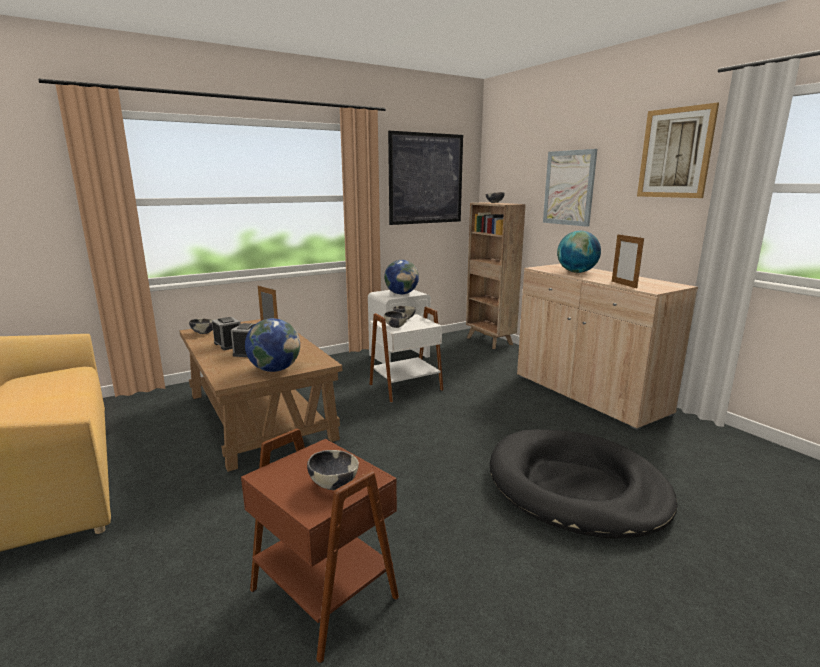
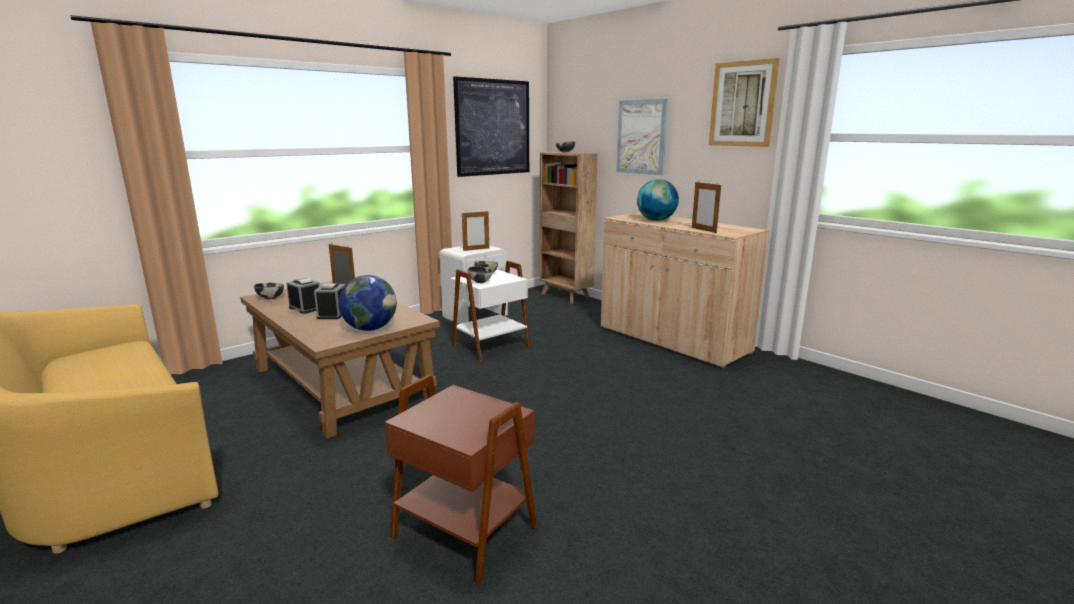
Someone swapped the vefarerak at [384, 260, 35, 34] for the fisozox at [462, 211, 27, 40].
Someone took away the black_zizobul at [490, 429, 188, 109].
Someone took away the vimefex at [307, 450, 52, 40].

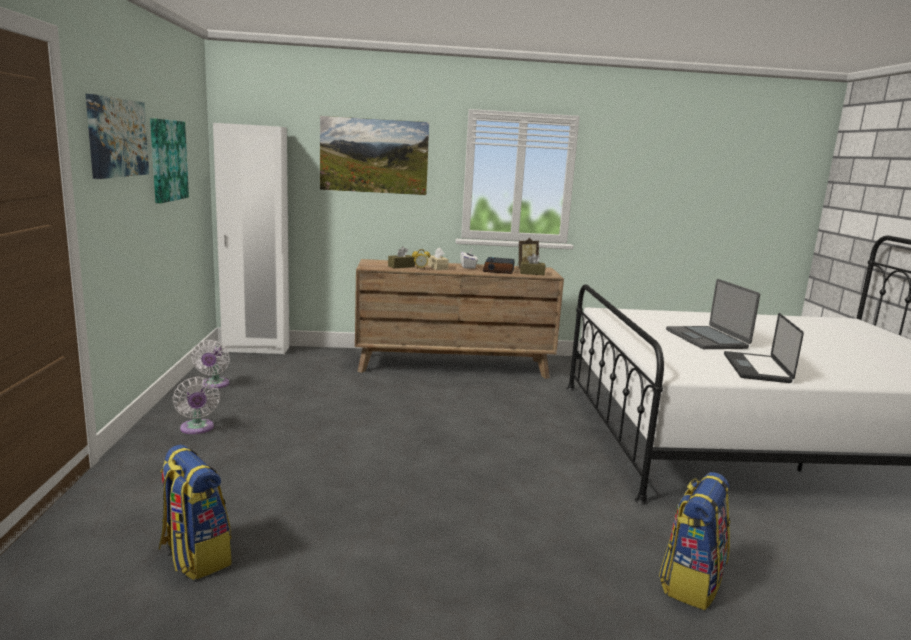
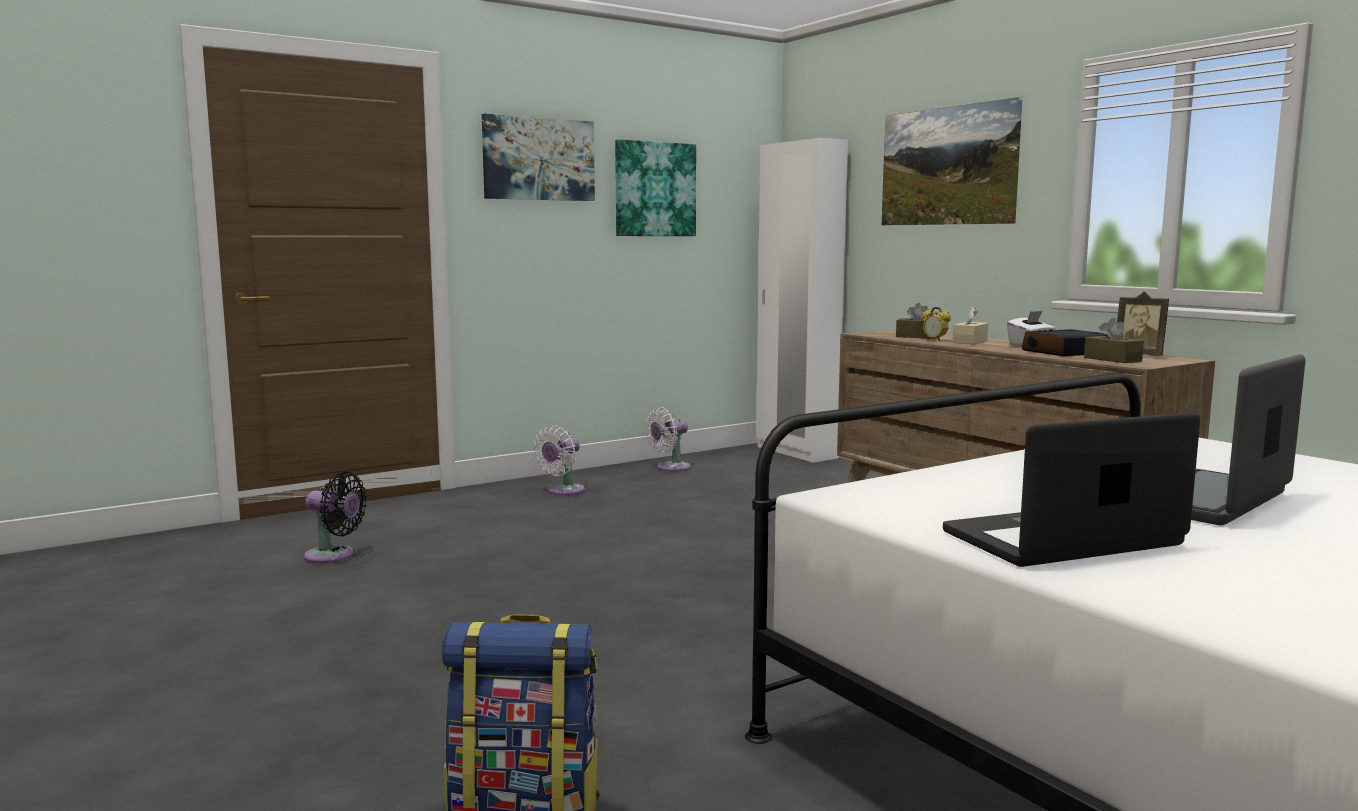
Someone swapped the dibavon at [159, 445, 73, 135] for the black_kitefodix at [304, 471, 63, 93].

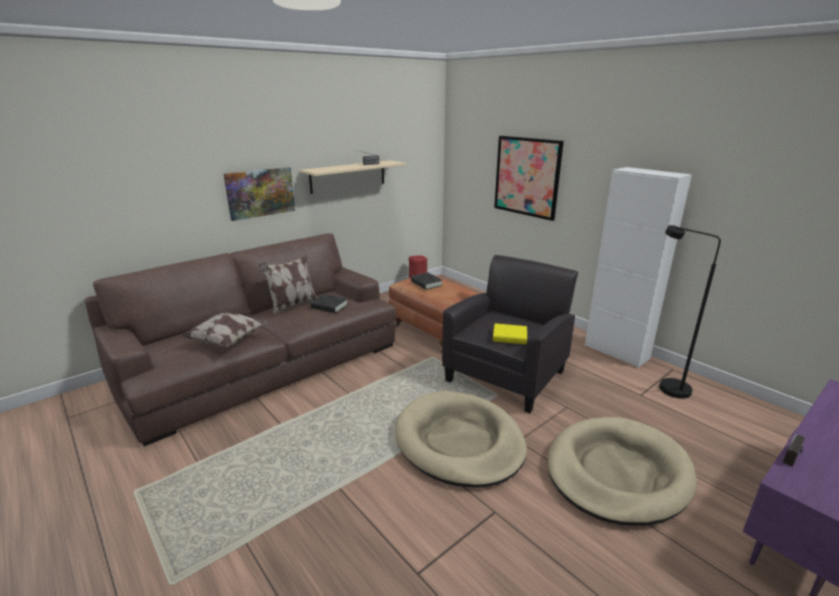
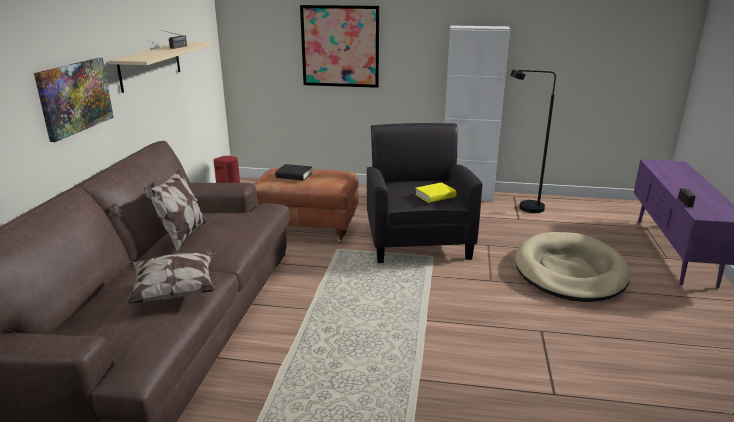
Someone took away the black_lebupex at [311, 294, 37, 19].
Someone took away the beige_zizobul at [395, 391, 132, 96].

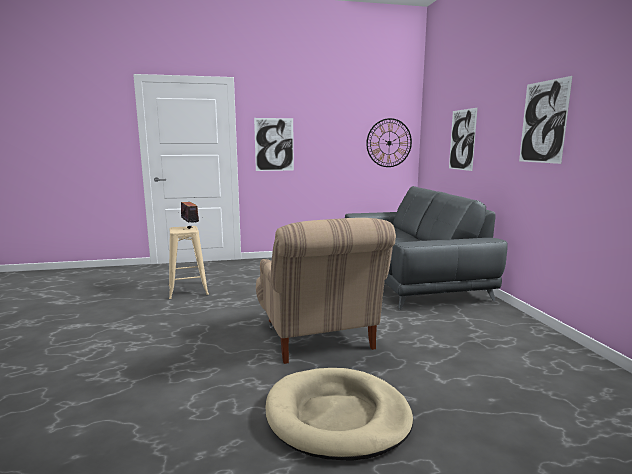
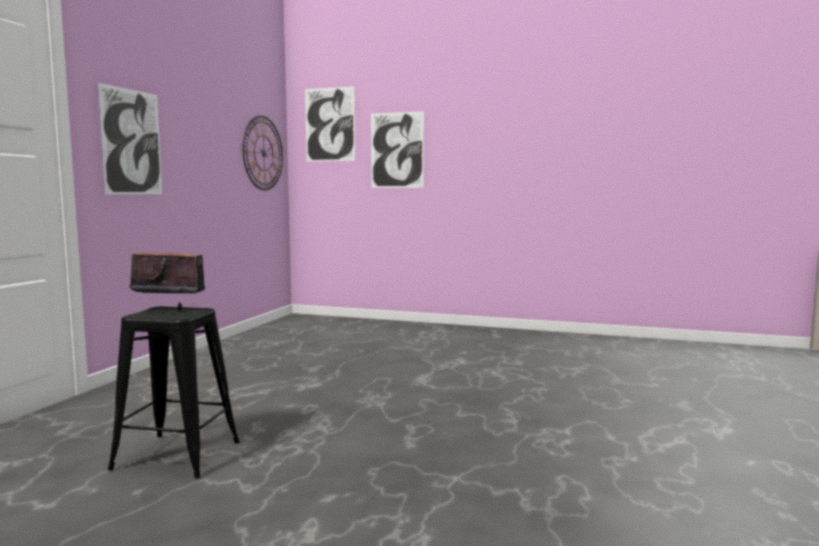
Someone carried the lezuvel from [519, 76, 54, 88] to [305, 86, 50, 76].
Someone took away the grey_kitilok at [345, 186, 163, 123].
Someone took away the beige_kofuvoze at [256, 218, 140, 146].
Someone repainted the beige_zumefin at [169, 226, 40, 73], which became the black_zumefin at [107, 306, 133, 172].
Someone took away the beige_zizobul at [266, 368, 147, 93].

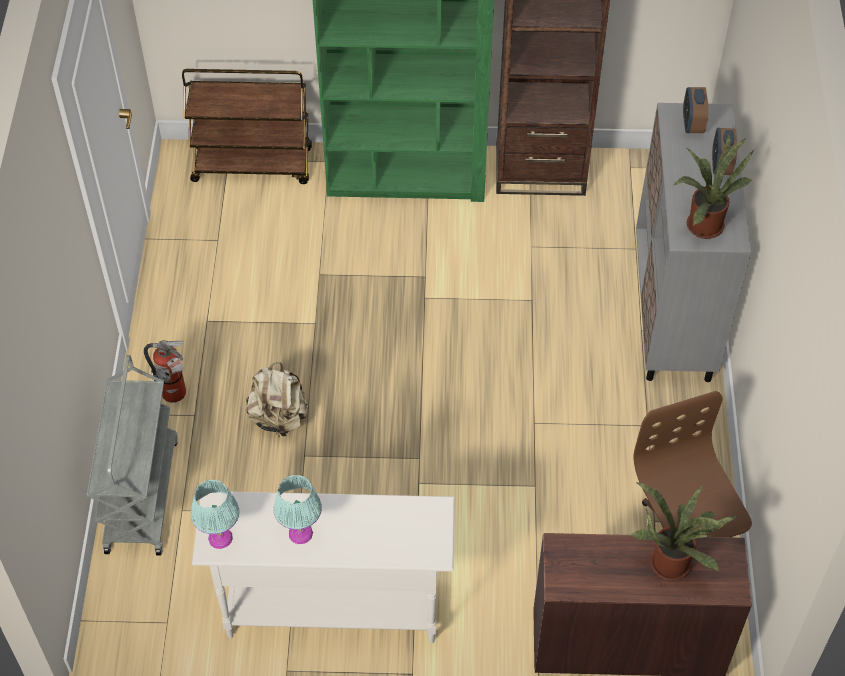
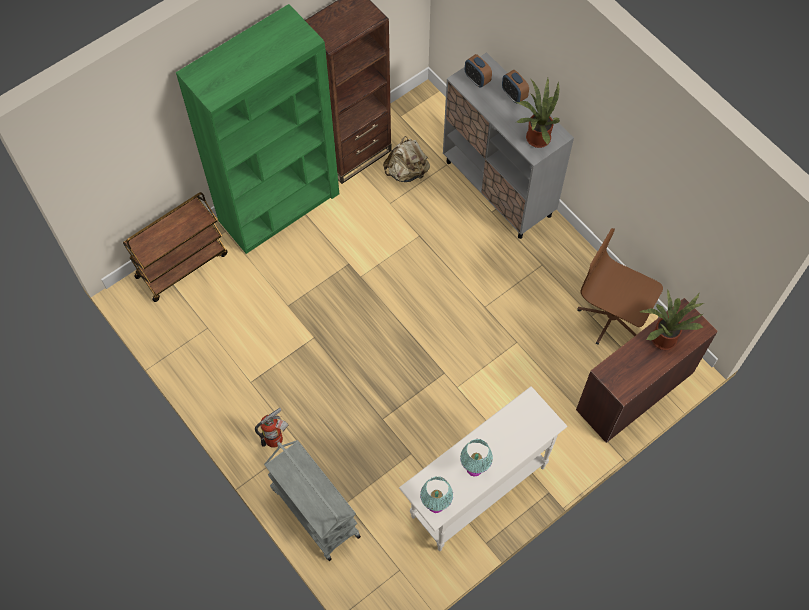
Someone carried the beige_dibavon from [246, 362, 62, 74] to [383, 136, 47, 46].

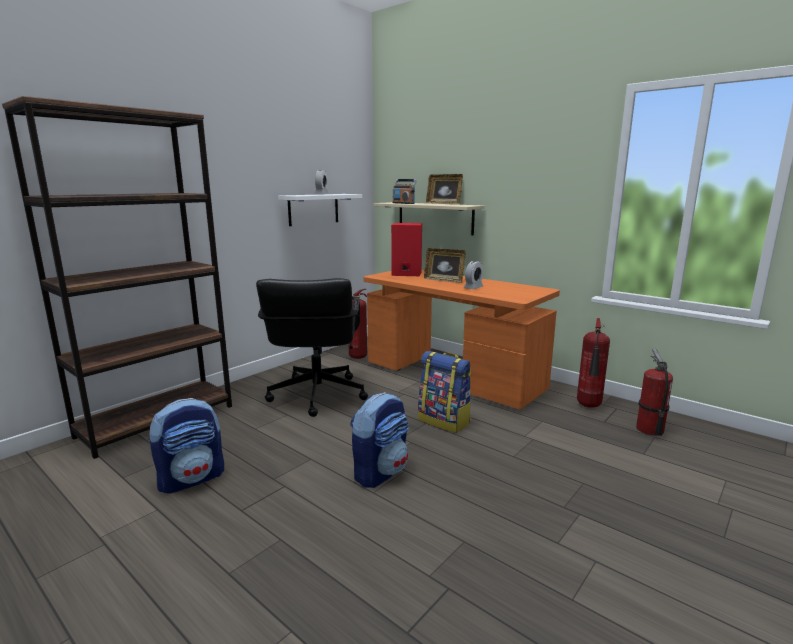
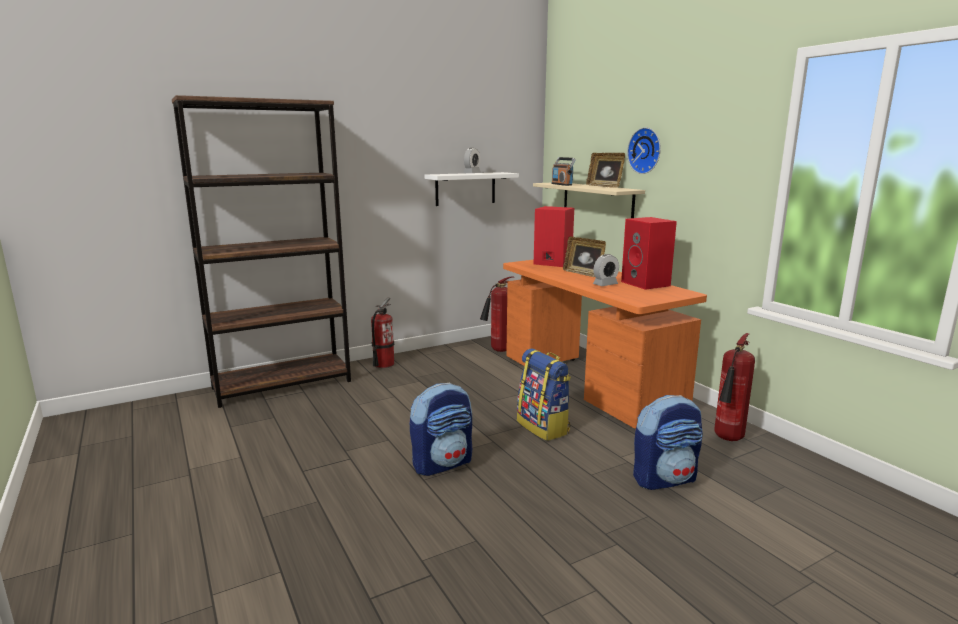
Someone took away the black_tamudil at [256, 278, 112, 139].
Someone carried the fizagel from [636, 348, 37, 88] to [371, 297, 23, 71].
Someone carried the dibavon from [149, 398, 75, 96] to [633, 395, 70, 95].
Someone put up the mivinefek at [627, 127, 34, 47].
Someone put down the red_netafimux at [621, 217, 56, 73].

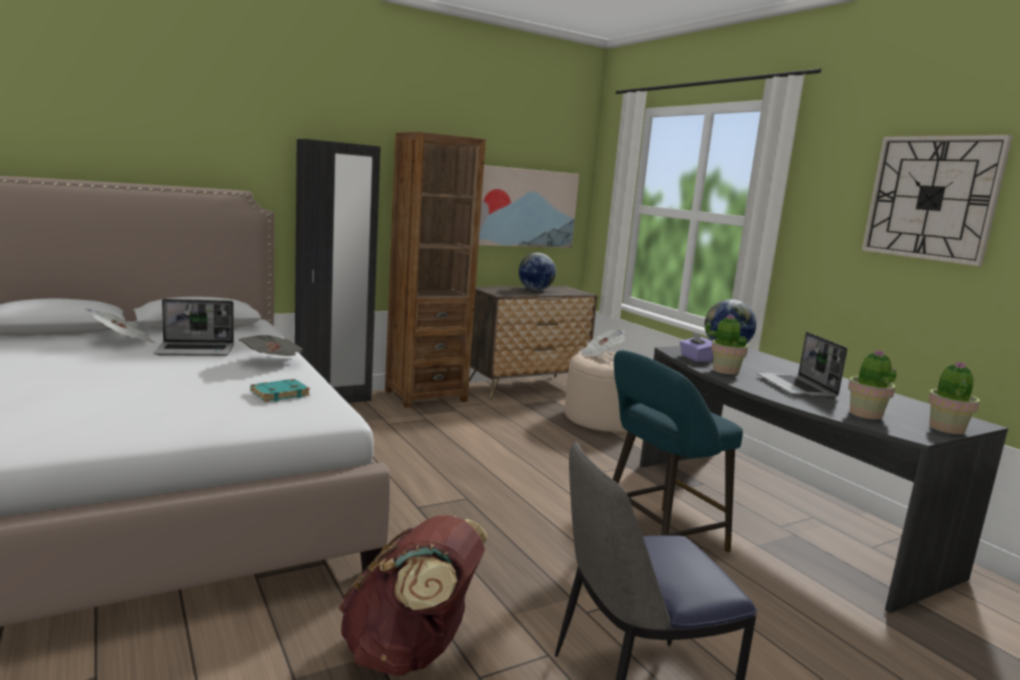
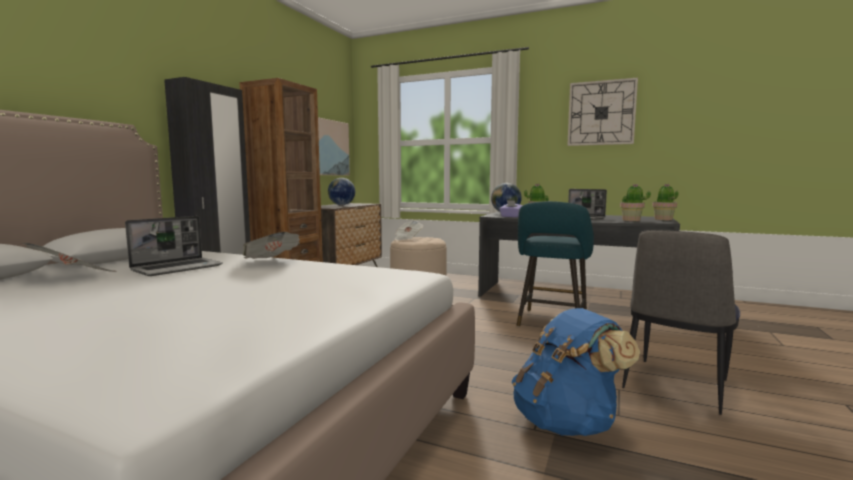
Someone took away the turquoise_lebupex at [251, 379, 59, 23].
Someone repainted the brown_dibavon at [339, 515, 149, 161], which became the blue_dibavon at [512, 308, 128, 128].

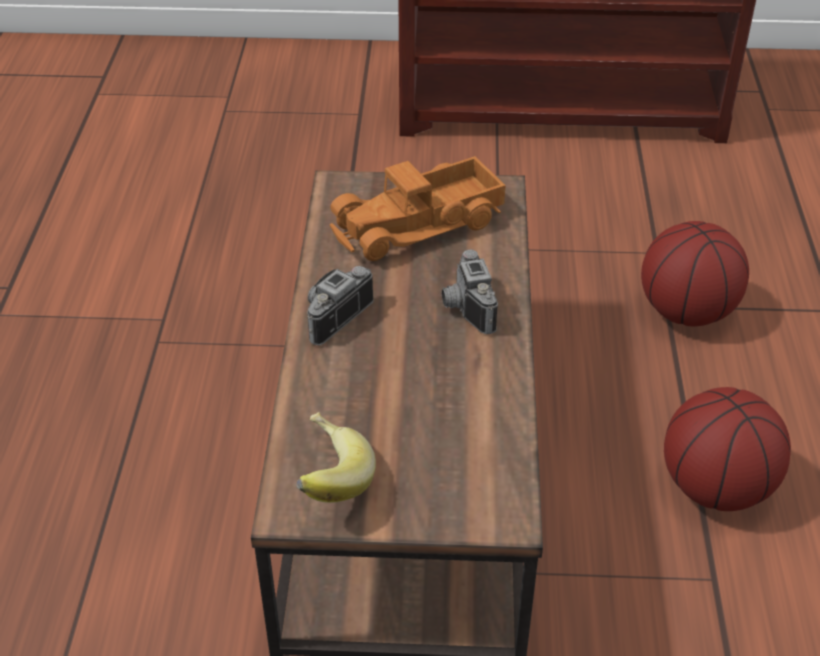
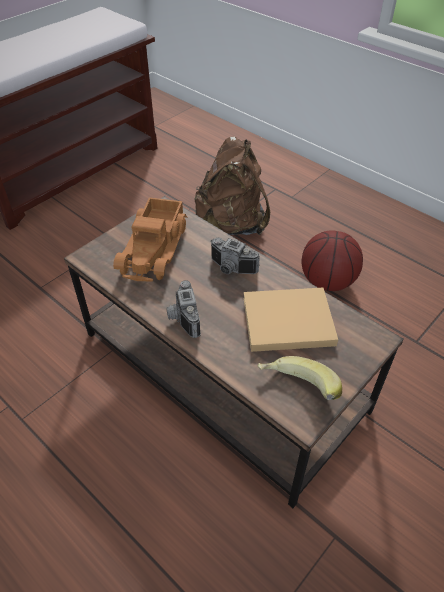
Someone swapped the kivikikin at [641, 221, 108, 105] for the brown_dibavon at [194, 137, 76, 98].
Someone put down the beige_lebupex at [243, 288, 95, 64].

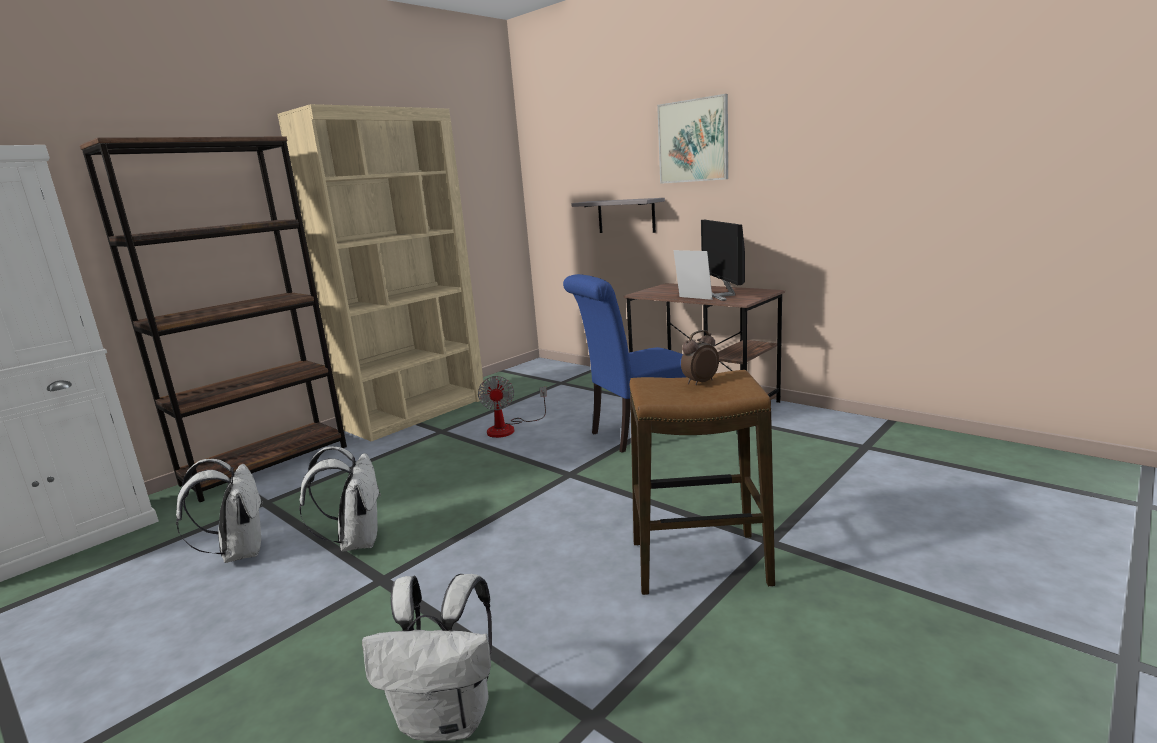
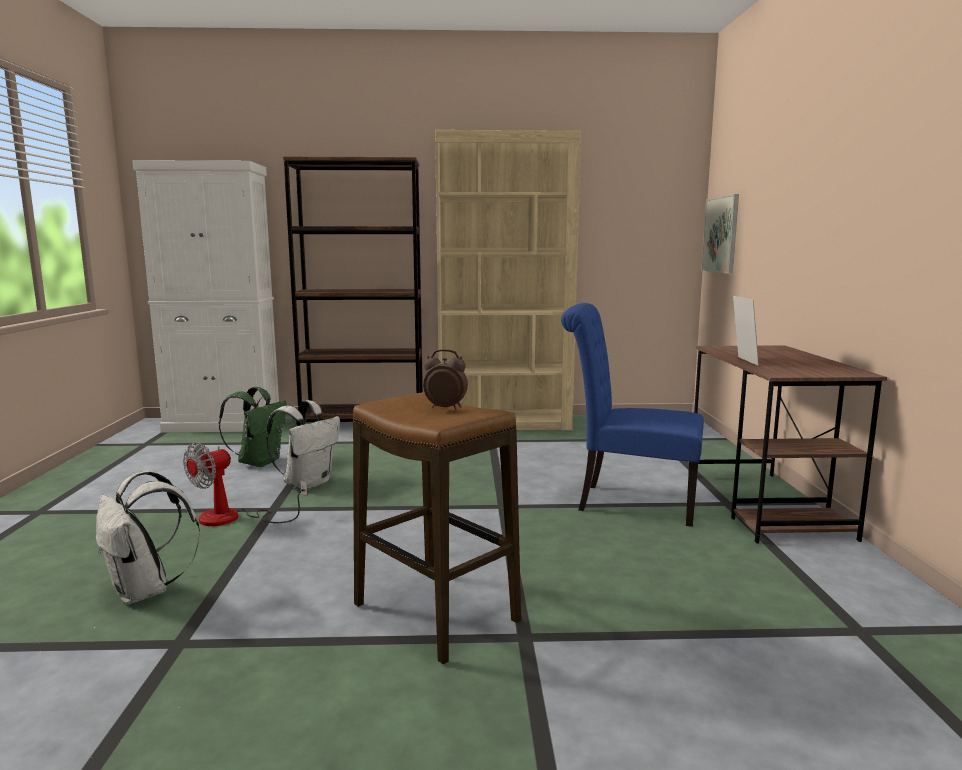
Someone carried the lezuvel from [657, 94, 71, 90] to [701, 194, 38, 80].
Someone took away the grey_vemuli at [571, 198, 94, 35].
Someone took away the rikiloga at [701, 220, 44, 81].
Someone carried the kitefodix from [478, 376, 69, 62] to [183, 442, 125, 84].
Someone repainted the white_dibavon at [176, 459, 87, 104], which became the green_dibavon at [219, 387, 67, 80].

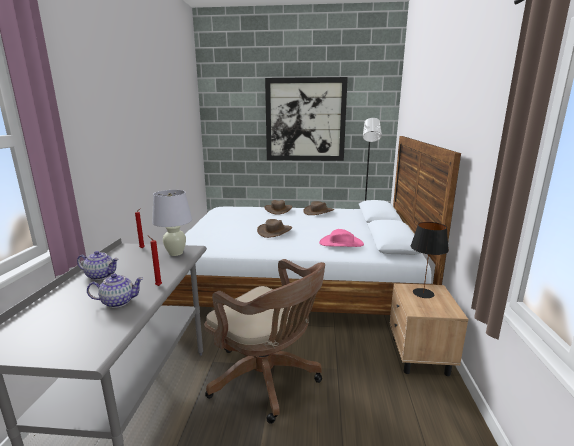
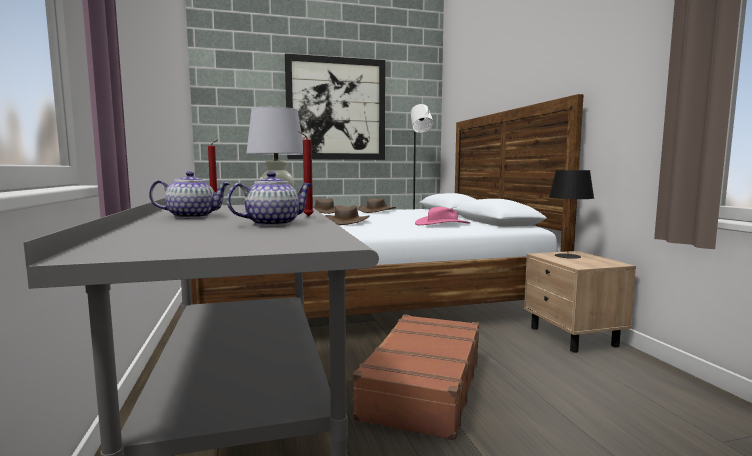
Someone swapped the brown_tamudil at [204, 259, 121, 165] for the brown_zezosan at [352, 314, 127, 126].

